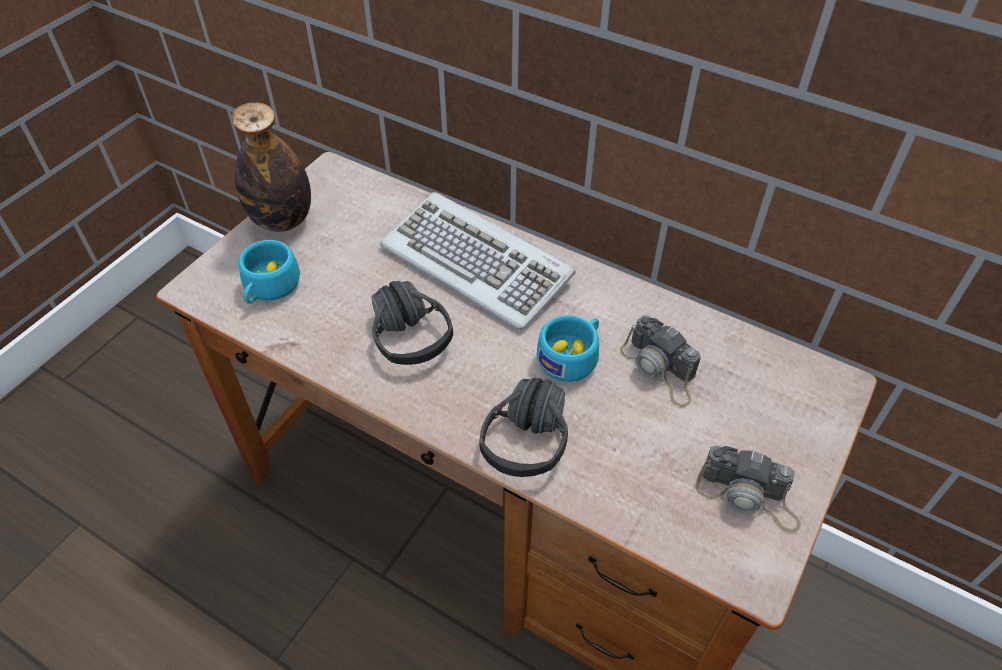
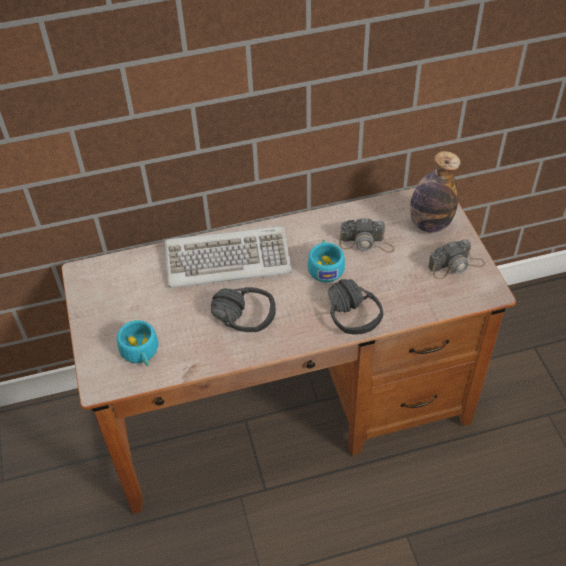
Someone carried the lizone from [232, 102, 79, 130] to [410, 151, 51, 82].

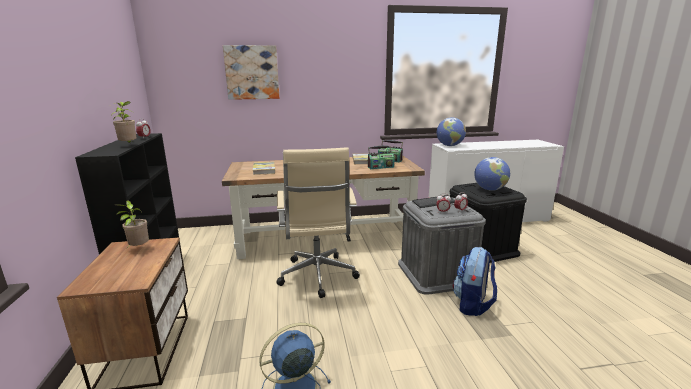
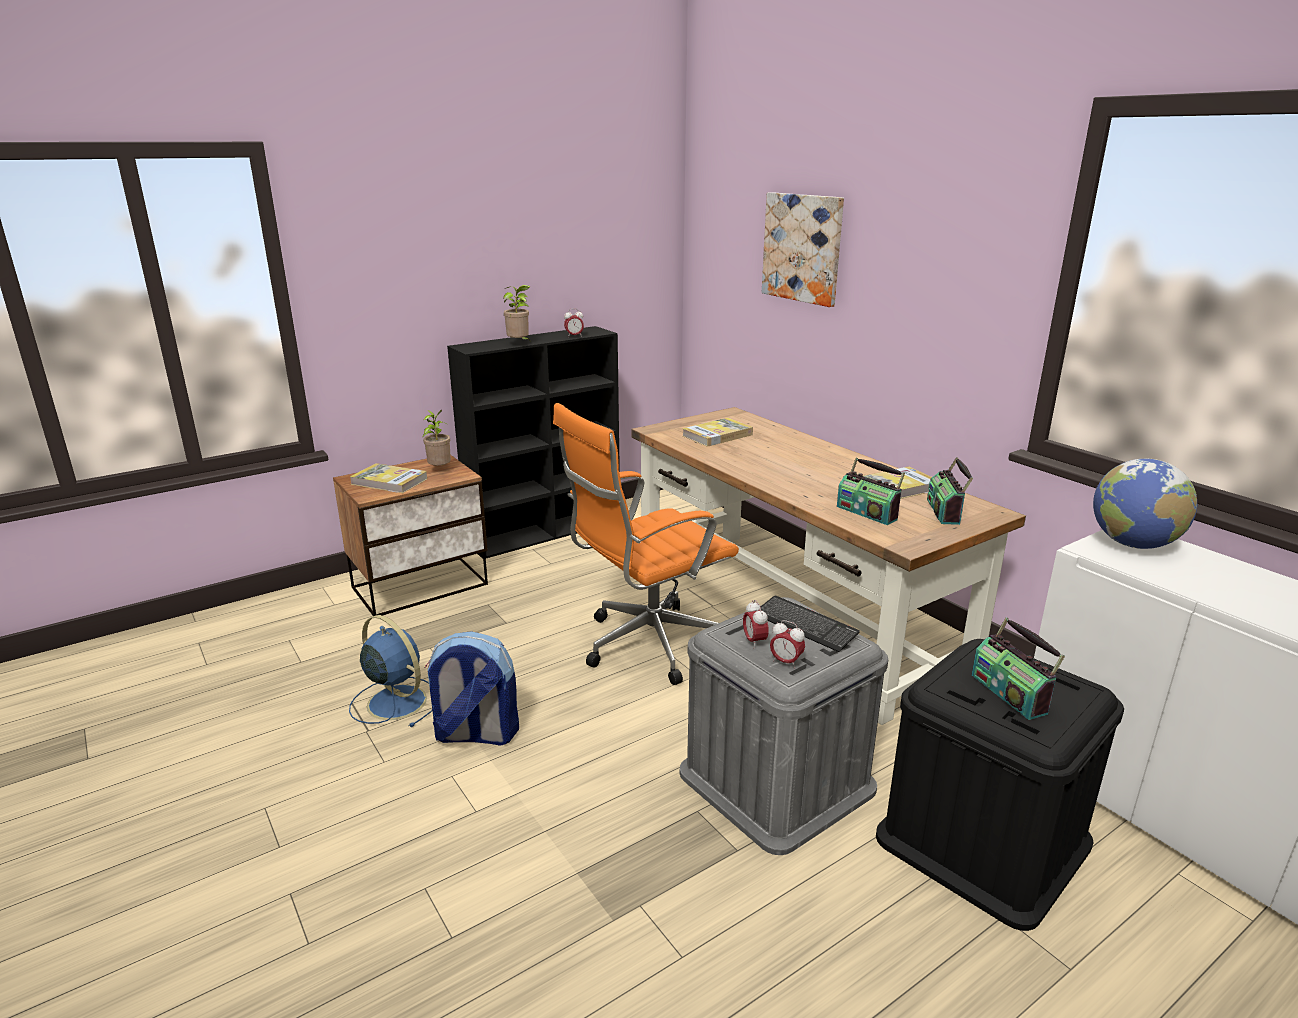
Someone repainted the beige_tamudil at [276, 148, 84, 150], which became the orange_tamudil at [553, 403, 186, 282].
Someone swapped the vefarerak at [474, 157, 36, 34] for the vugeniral at [972, 617, 93, 103].
Someone carried the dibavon from [453, 247, 44, 69] to [425, 631, 94, 115].
Someone put down the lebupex at [350, 463, 77, 30].

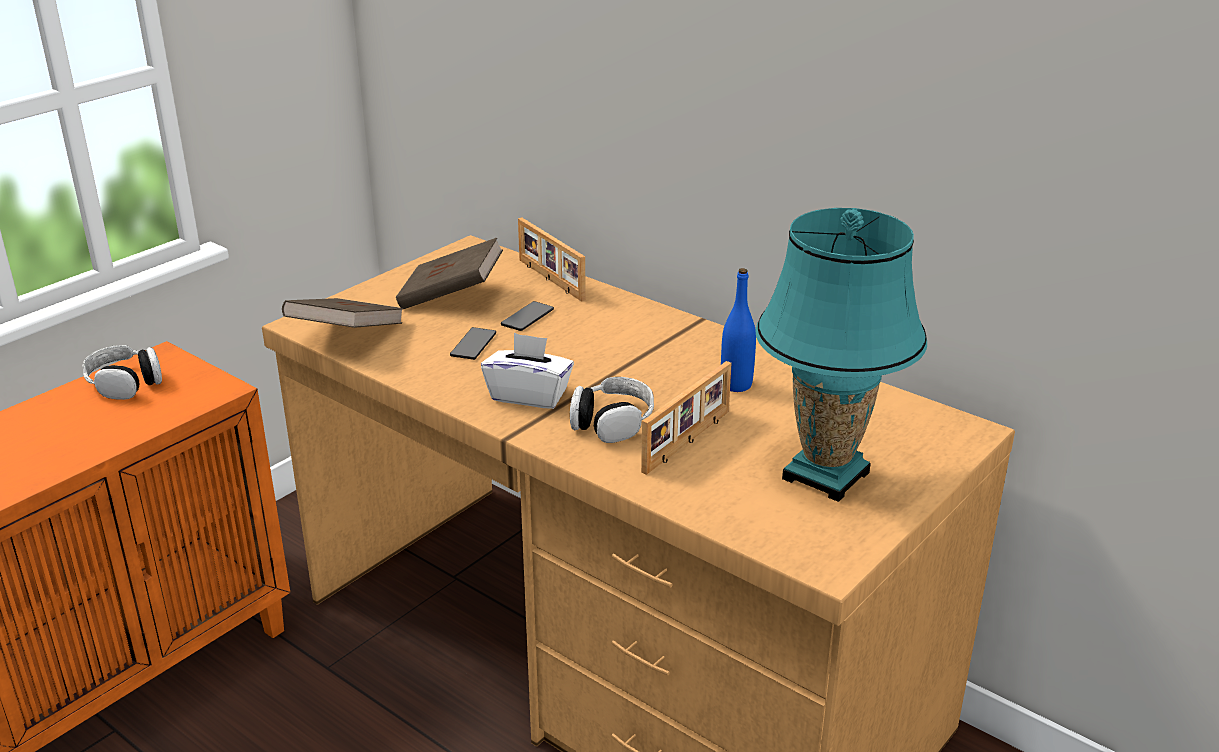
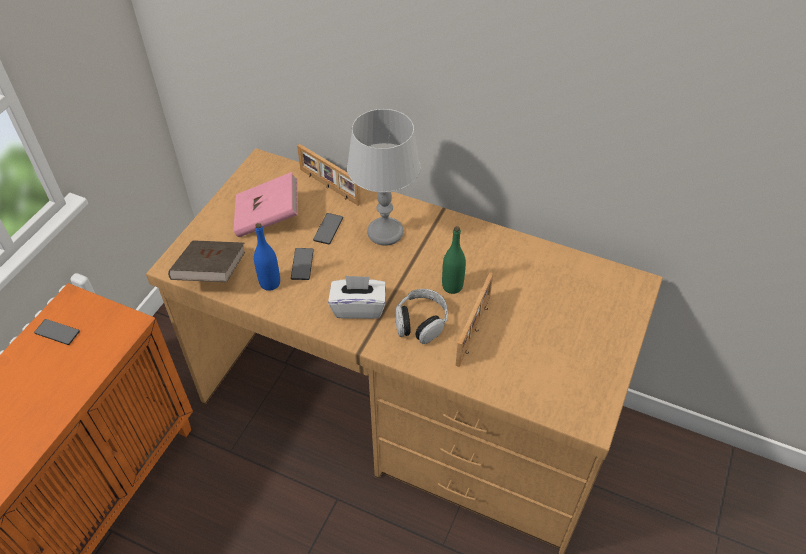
Someone took away the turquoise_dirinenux at [755, 208, 172, 294].
Someone repainted the brown_lebupex at [396, 238, 107, 71], which became the pink_lebupex at [233, 172, 65, 65].
Someone carried the blue_lizone from [721, 268, 35, 124] to [254, 223, 26, 68].
Someone swapped the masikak at [82, 345, 80, 55] for the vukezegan at [34, 319, 46, 26].
Someone put down the grey_dirinenux at [347, 109, 74, 137].
Someone put down the green_lizone at [442, 226, 24, 68].

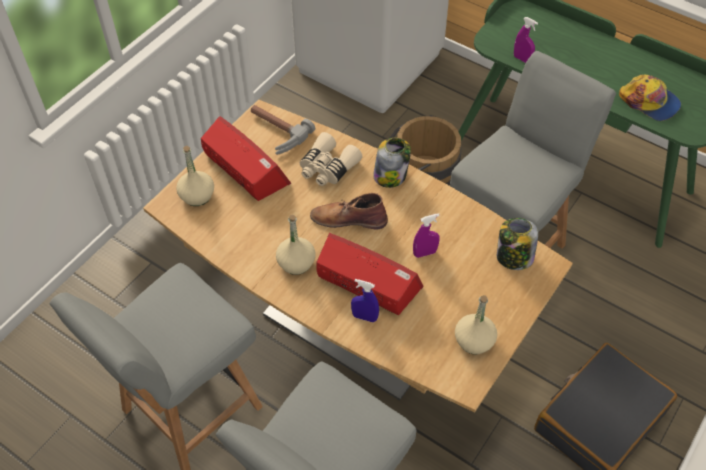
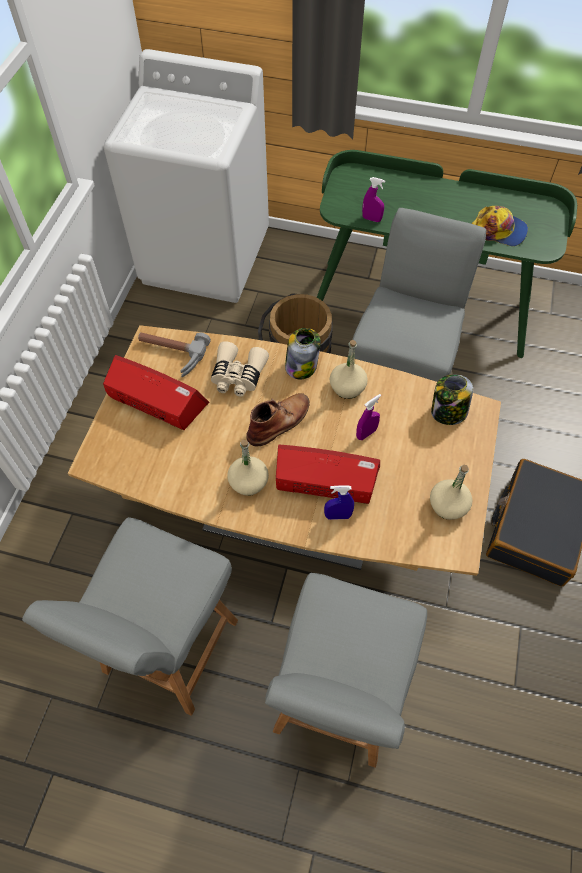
Someone carried the beige_lizone from [176, 146, 38, 60] to [330, 340, 38, 59].
Someone rotated the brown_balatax at [310, 193, 78, 37] by 150 degrees clockwise.

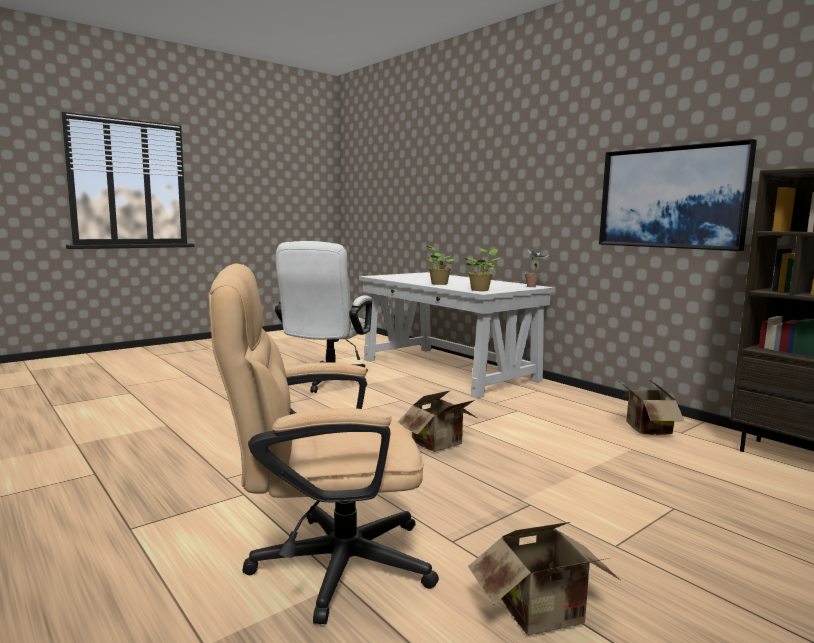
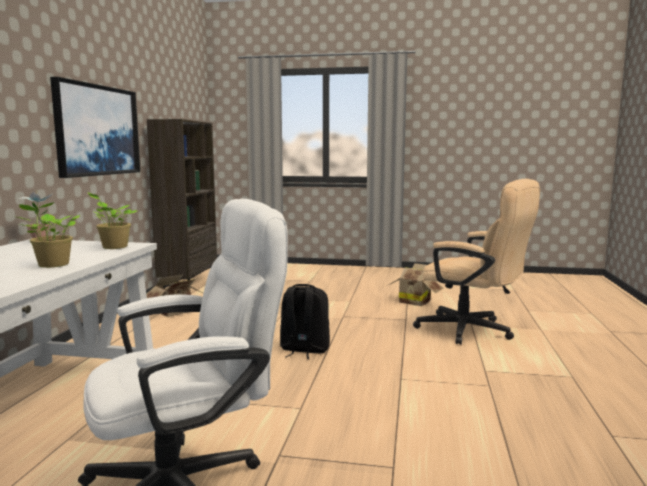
Someone swapped the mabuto at [398, 390, 81, 62] for the black_dibavon at [280, 284, 50, 76].

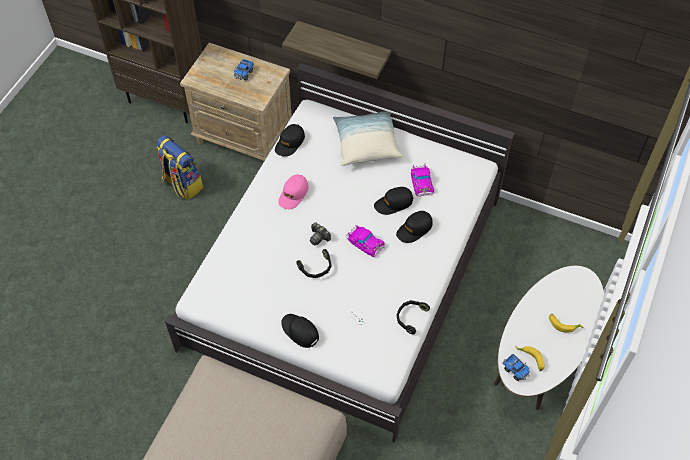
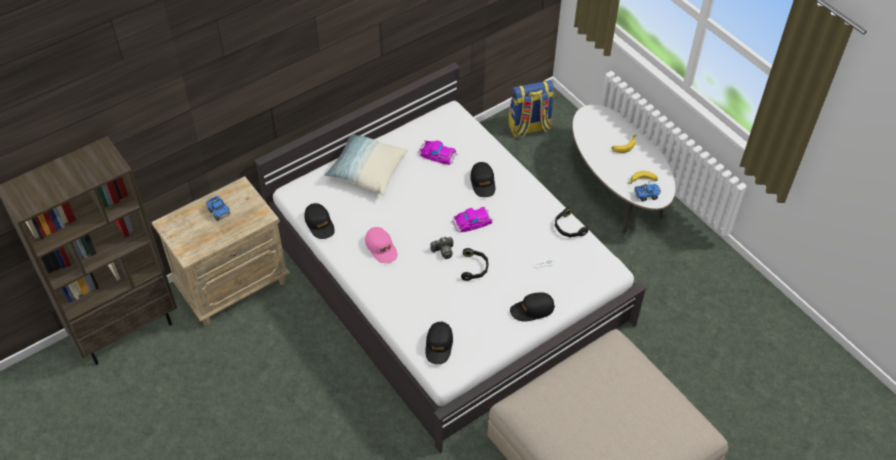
Someone took away the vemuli at [282, 21, 109, 58].
Someone carried the dibavon from [156, 135, 47, 65] to [508, 80, 46, 57].
Someone carried the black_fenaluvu from [374, 187, 39, 28] to [425, 322, 28, 42].

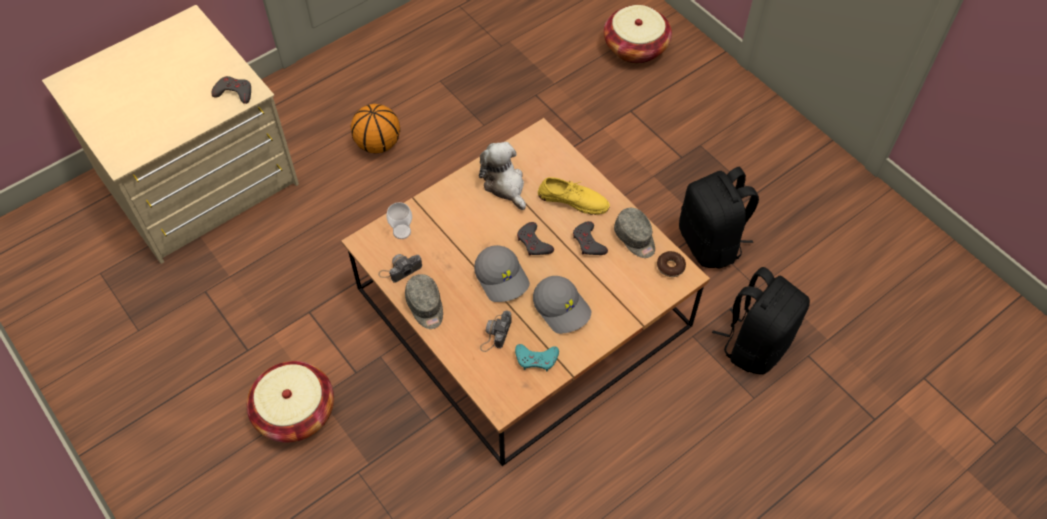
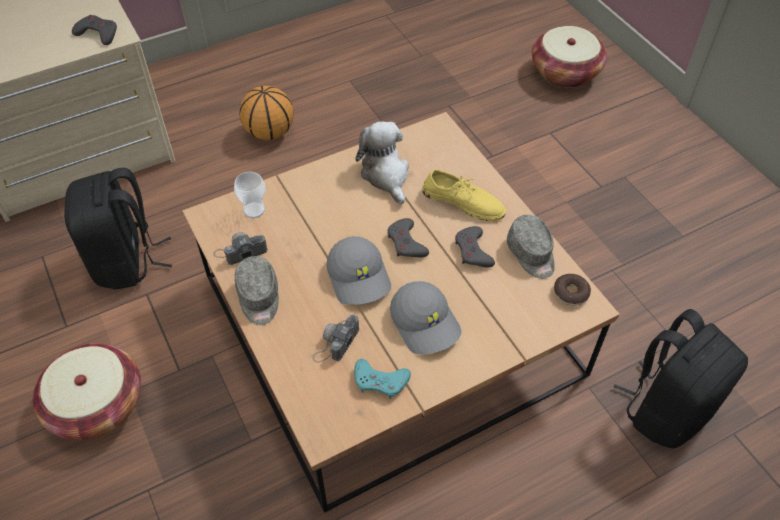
Someone carried the black_dibavon from [679, 167, 80, 102] to [64, 168, 108, 122].

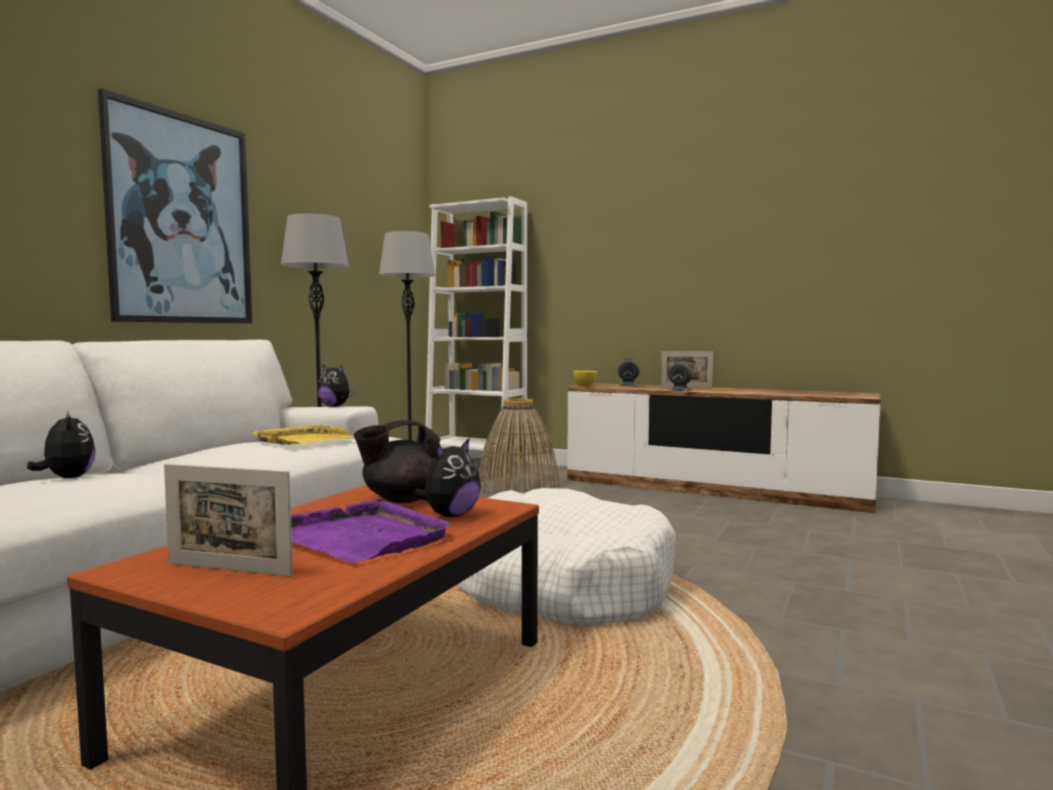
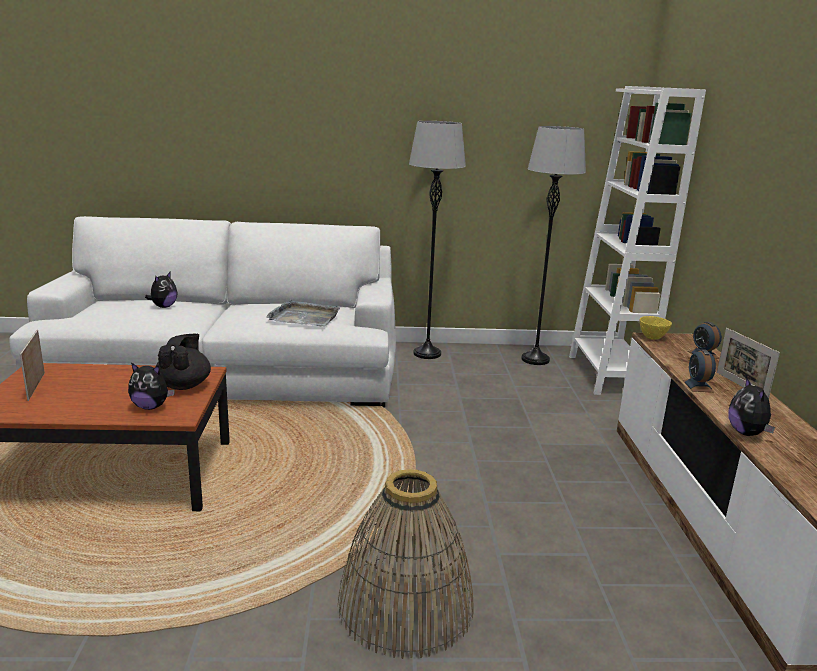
Someone took away the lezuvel at [98, 88, 154, 235].
Someone carried the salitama from [317, 365, 39, 42] to [729, 376, 46, 60].
Someone carried the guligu from [479, 399, 81, 95] to [338, 469, 136, 190].
Someone rotated the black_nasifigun at [354, 420, 87, 83] by 60 degrees clockwise.
Someone repainted the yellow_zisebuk at [252, 425, 102, 20], which became the grey_zisebuk at [266, 300, 74, 26].
Someone took away the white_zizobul at [457, 488, 219, 139].
Someone took away the purple_zisebuk at [291, 498, 159, 65].

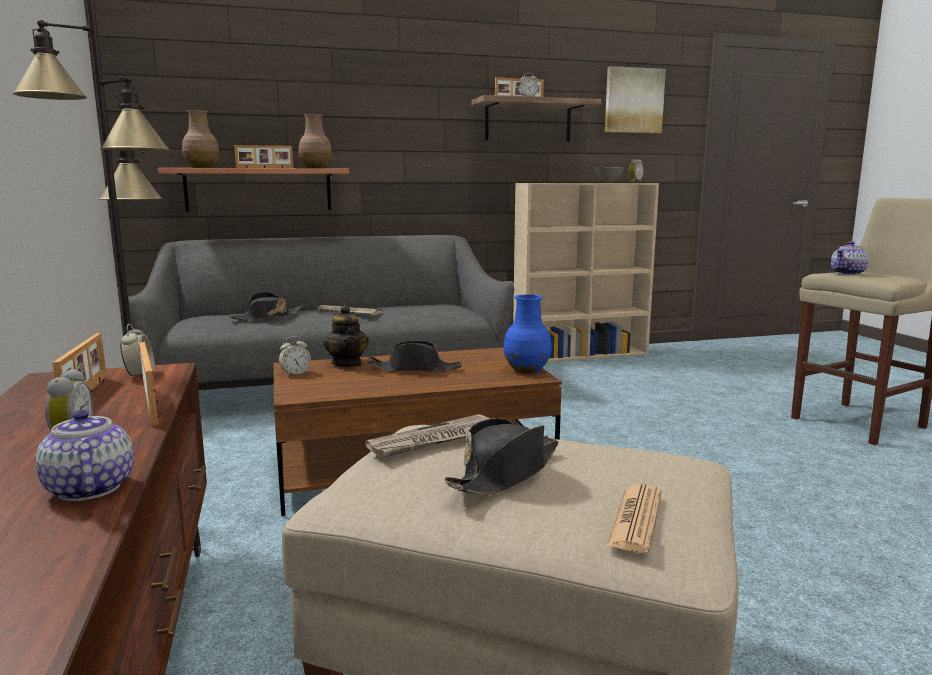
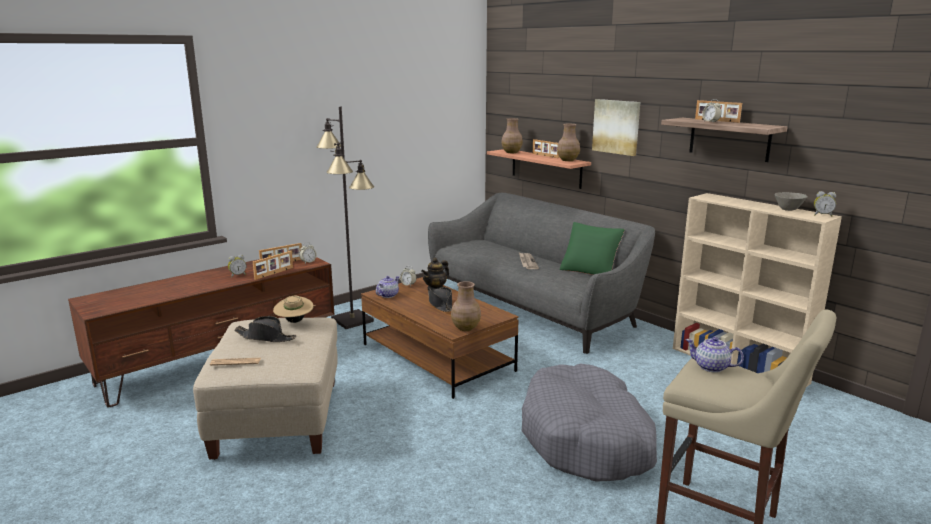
Someone carried the lezuvel from [605, 66, 61, 67] to [592, 99, 48, 57].
Someone took away the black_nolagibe at [229, 291, 74, 30].
Someone repainted the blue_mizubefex at [503, 294, 49, 80], which became the brown_mizubefex at [451, 281, 30, 50].
Someone carried the nasifigun from [36, 410, 98, 91] to [376, 276, 24, 22].
Someone swapped the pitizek at [365, 414, 125, 44] for the beige_nolagibe at [273, 296, 41, 27].
Someone put down the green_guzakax at [560, 222, 65, 53].
Someone put down the grey_zizobul at [522, 363, 135, 119].

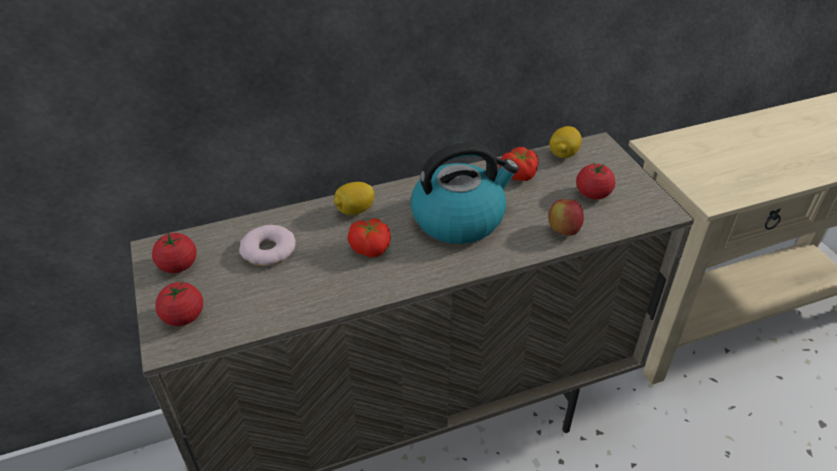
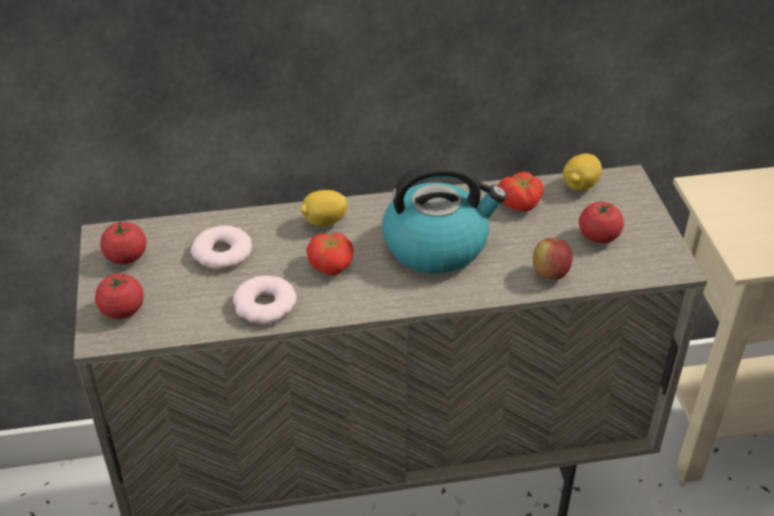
Someone put down the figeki at [233, 275, 64, 49].

